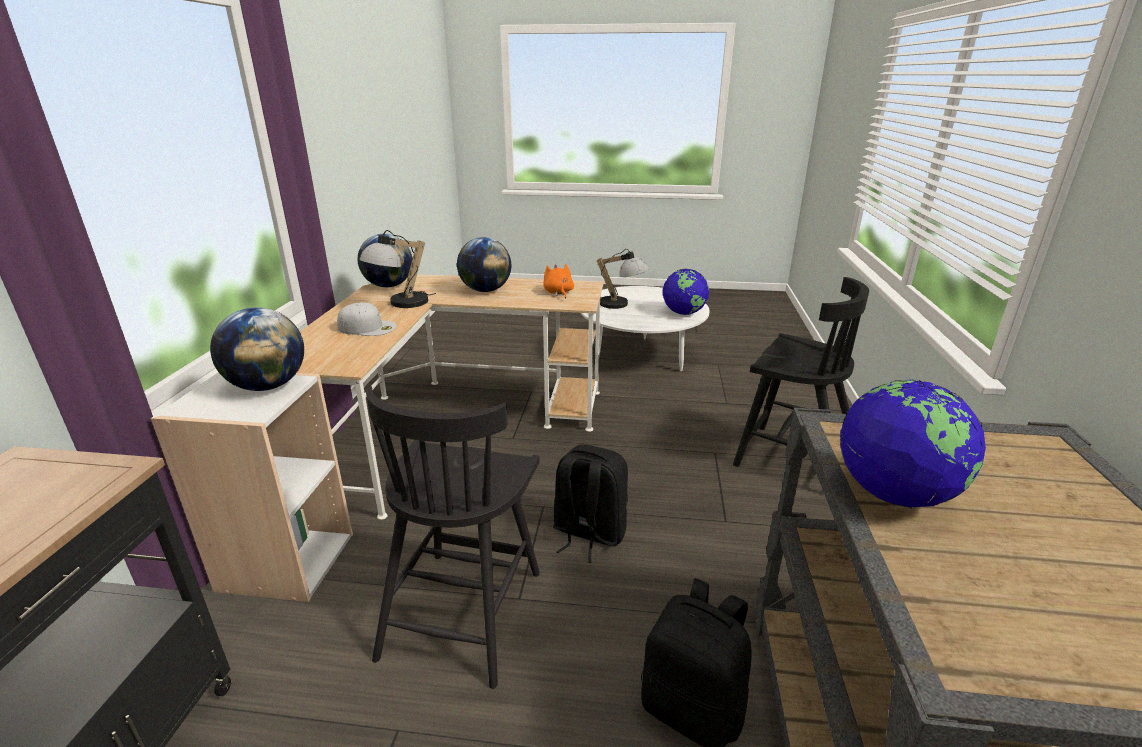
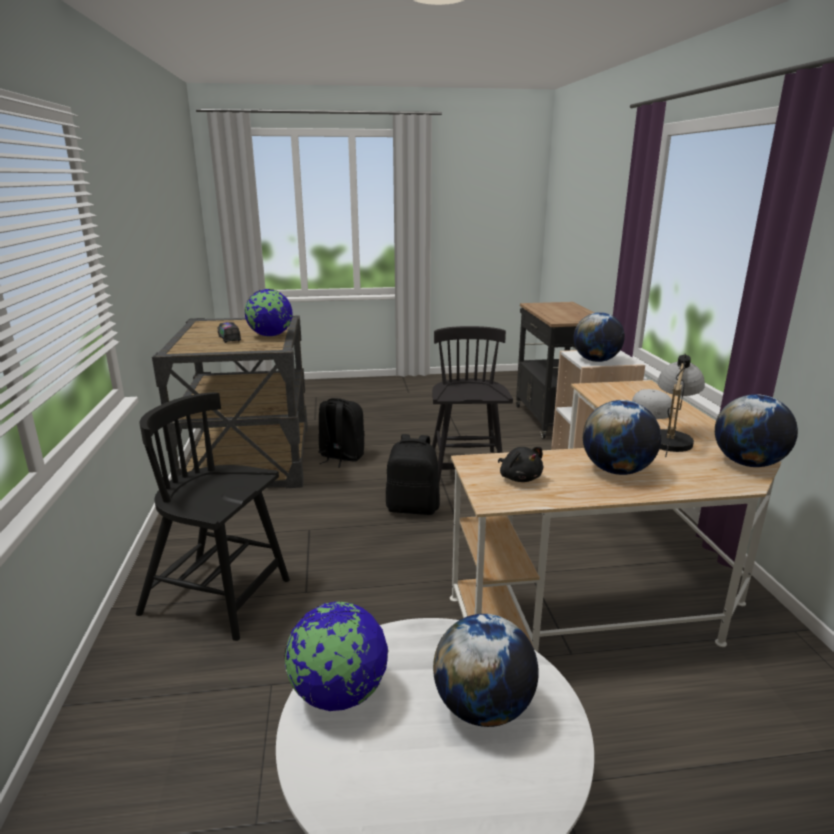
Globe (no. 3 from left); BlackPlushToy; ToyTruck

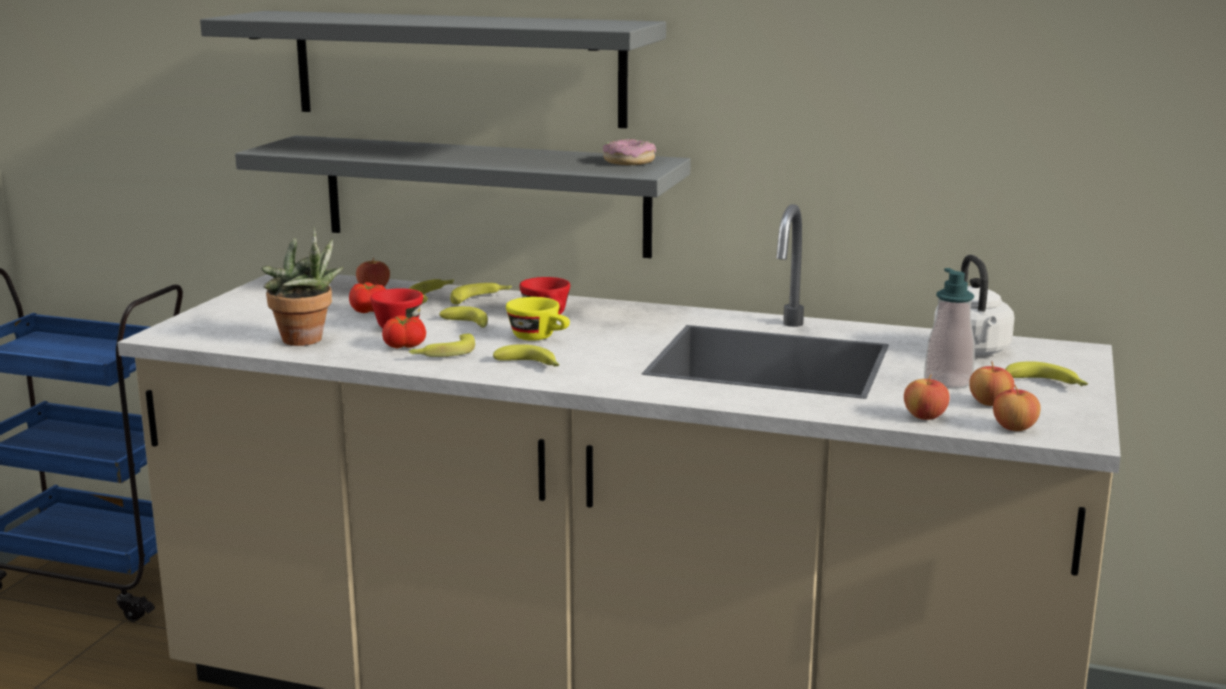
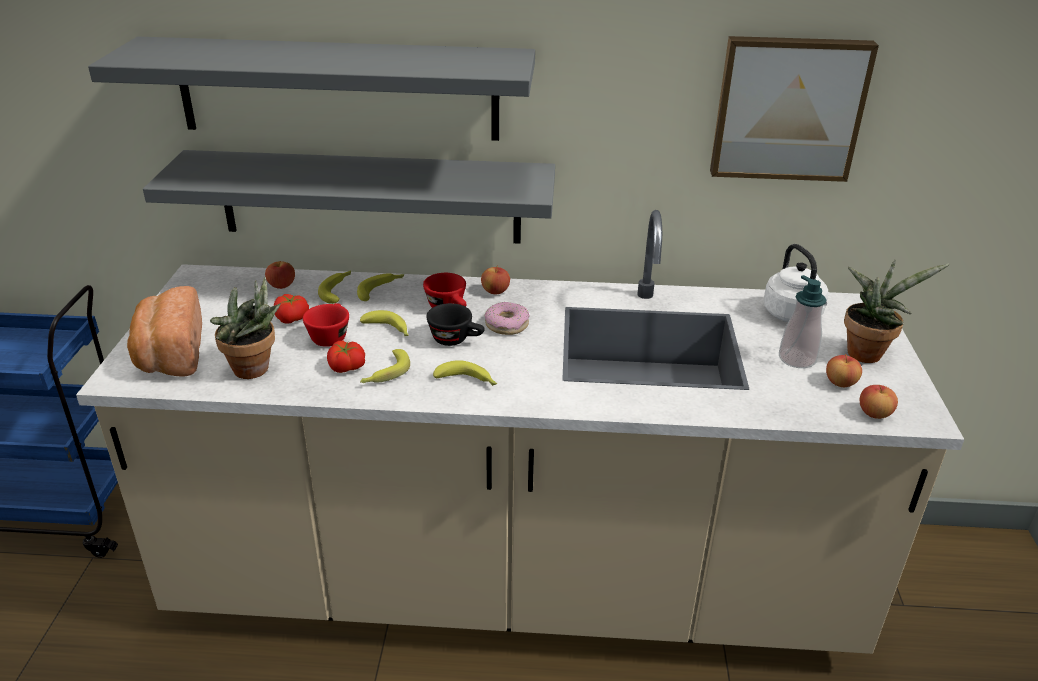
Donut; BlackCup; PottedPlant (no. 2 from left); Apple (no. 2 from left); Picture; Bread

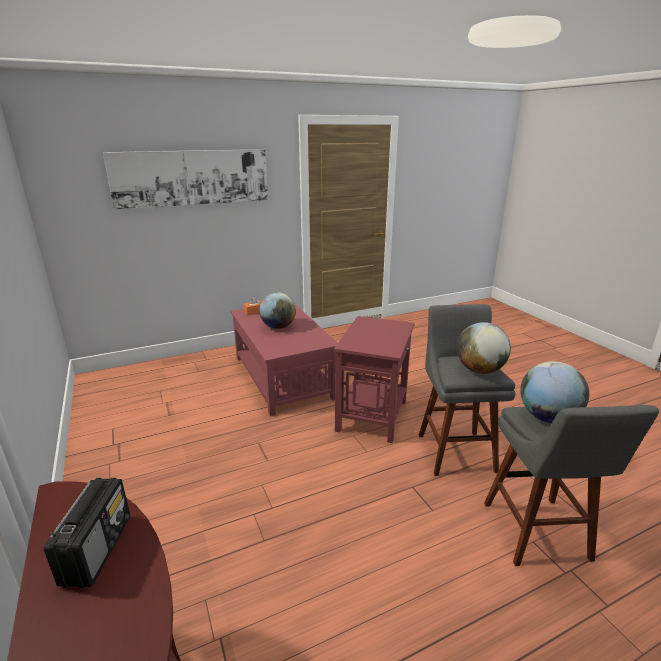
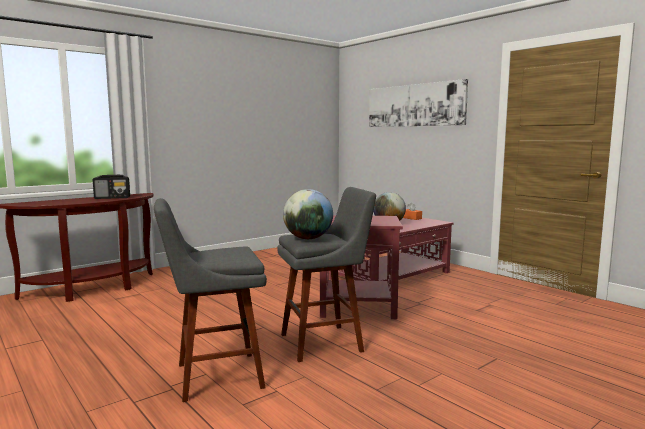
Globe (no. 3 from left in the first image)

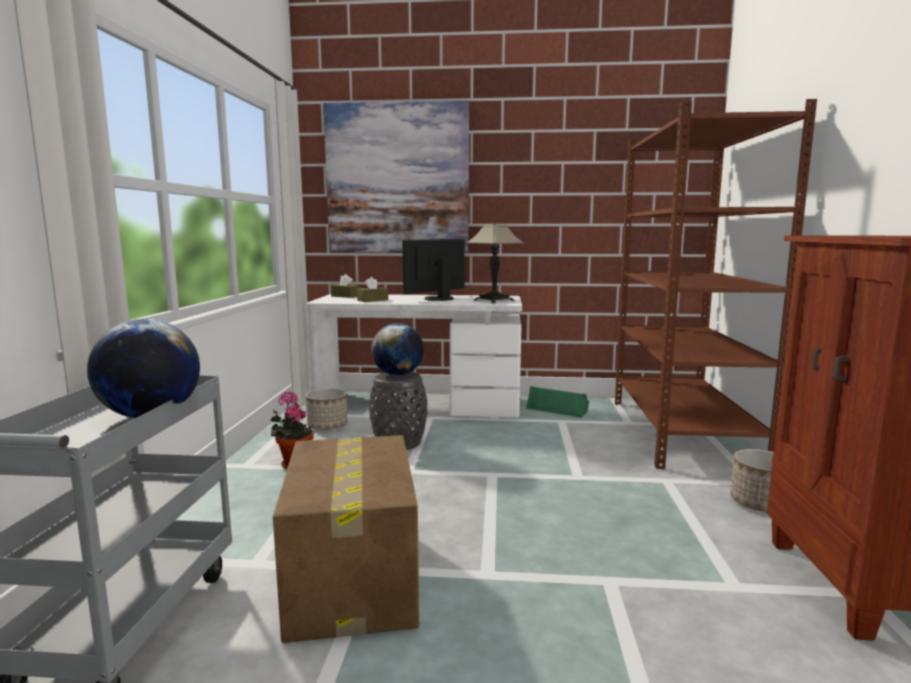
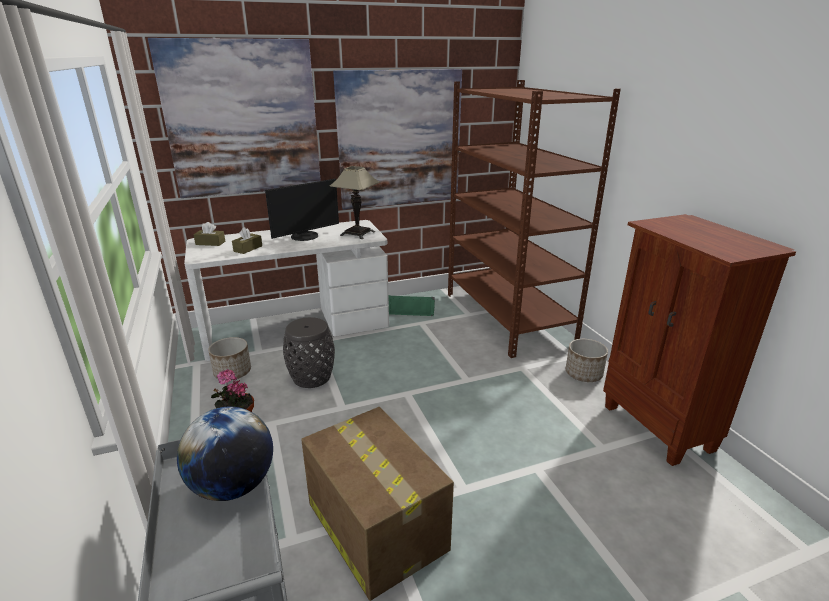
Monitor; Globe (no. 2 from left in the first image); Picture (no. 2 from left)

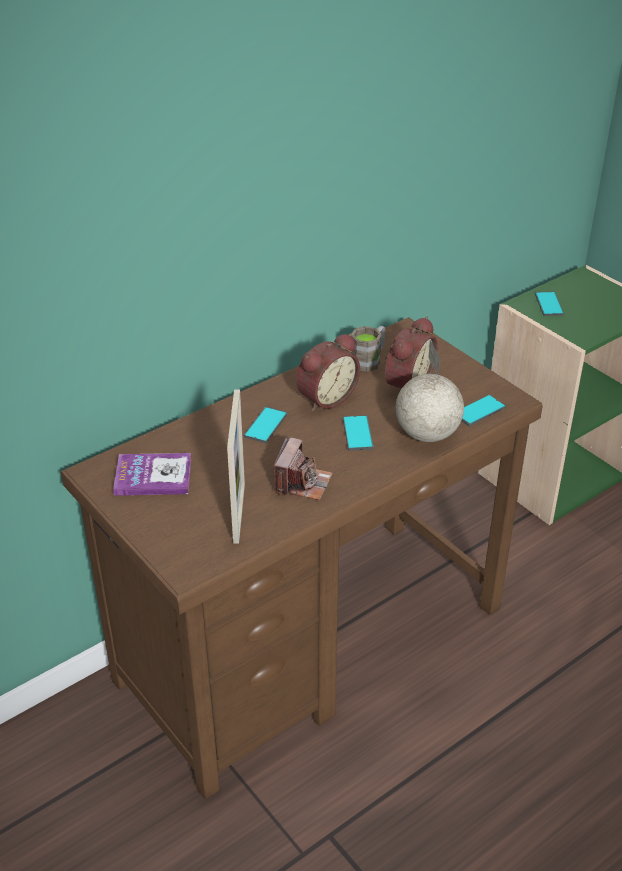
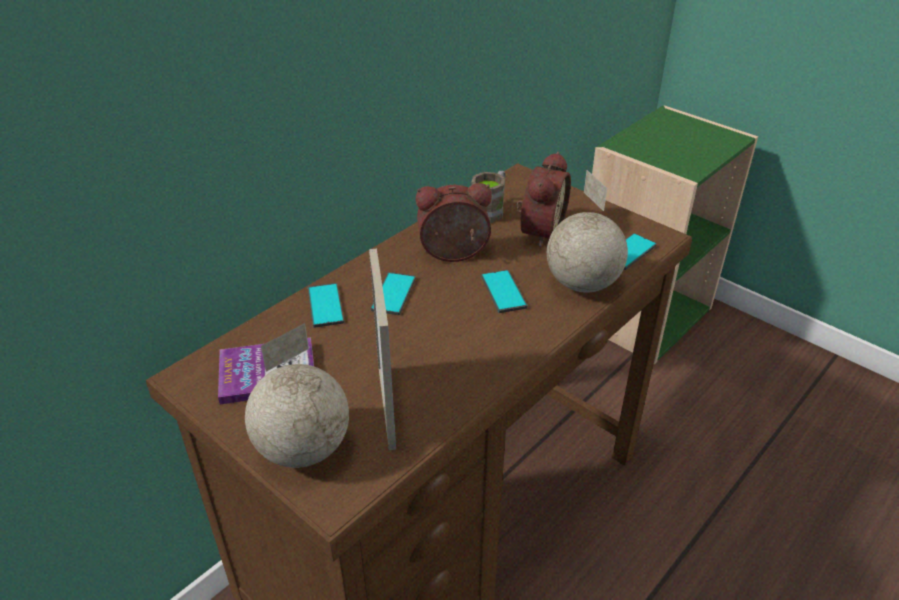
Phone (no. 1 from left); AlarmClock (no. 1 from left); PhotoCamera; Globe (no. 1 from left)

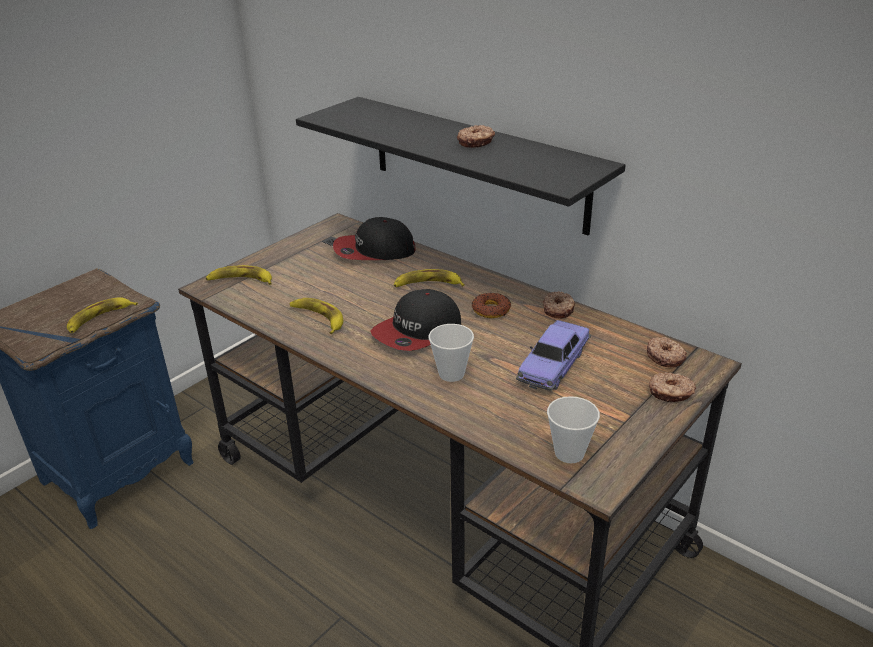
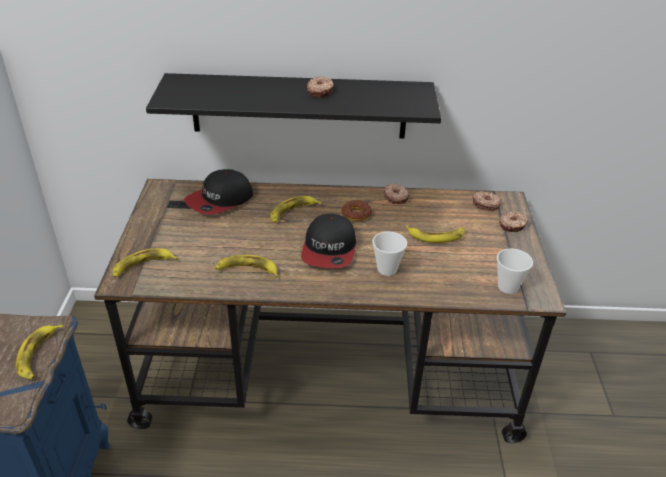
Banana (no. 5 from left)

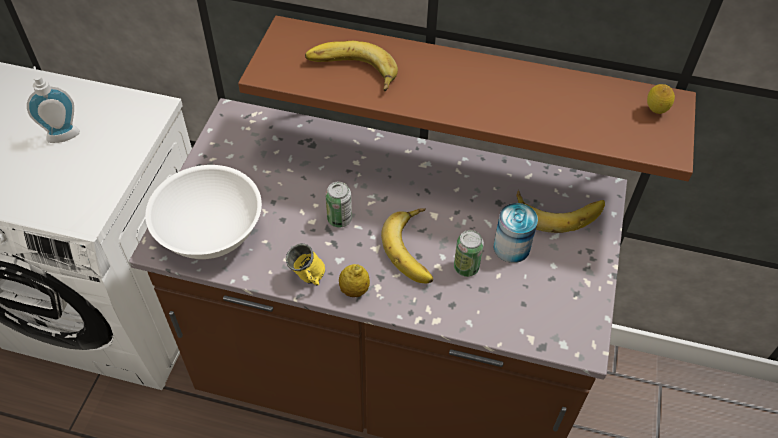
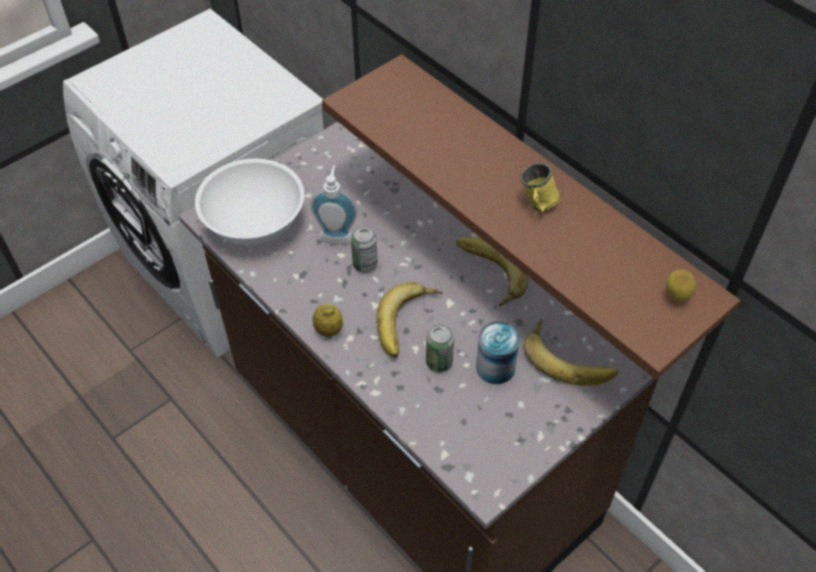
Banana (no. 2 from left); SoapDispenser; YellowMug

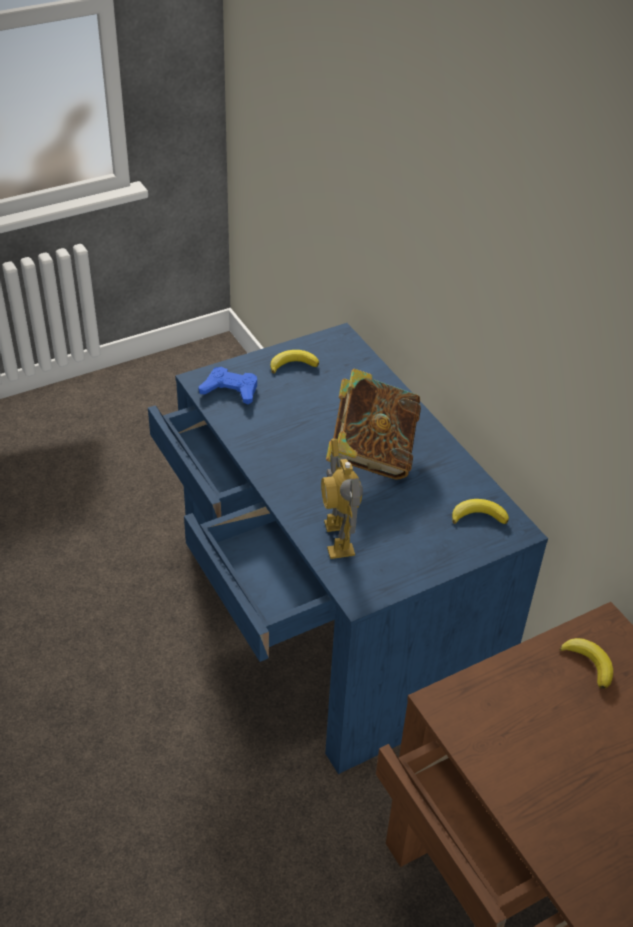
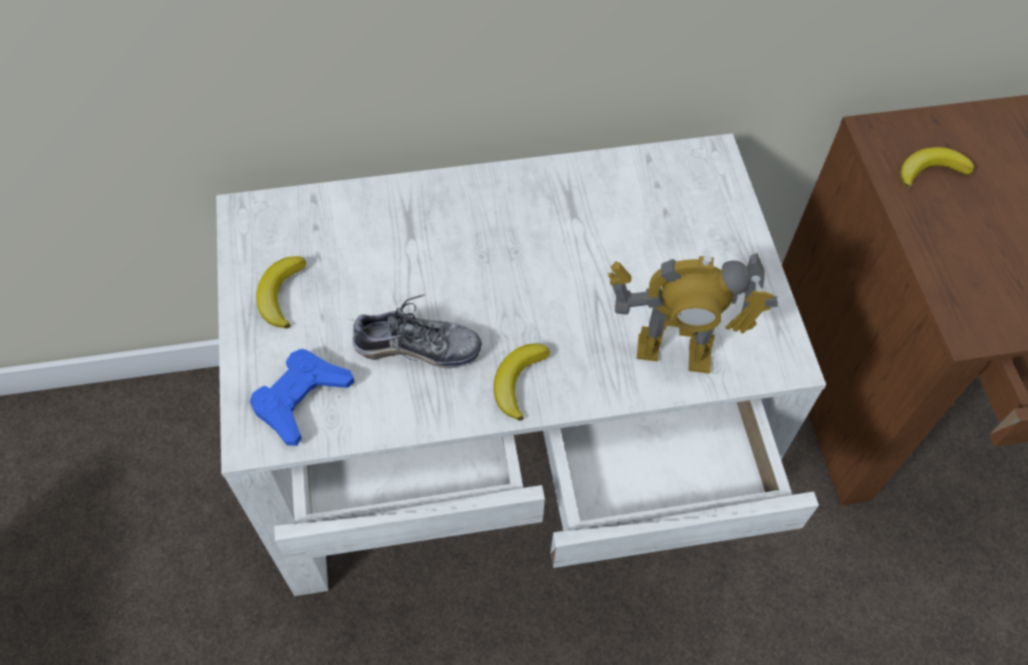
WhiteDesk; Book; Banana (no. 2 from left); Shoe

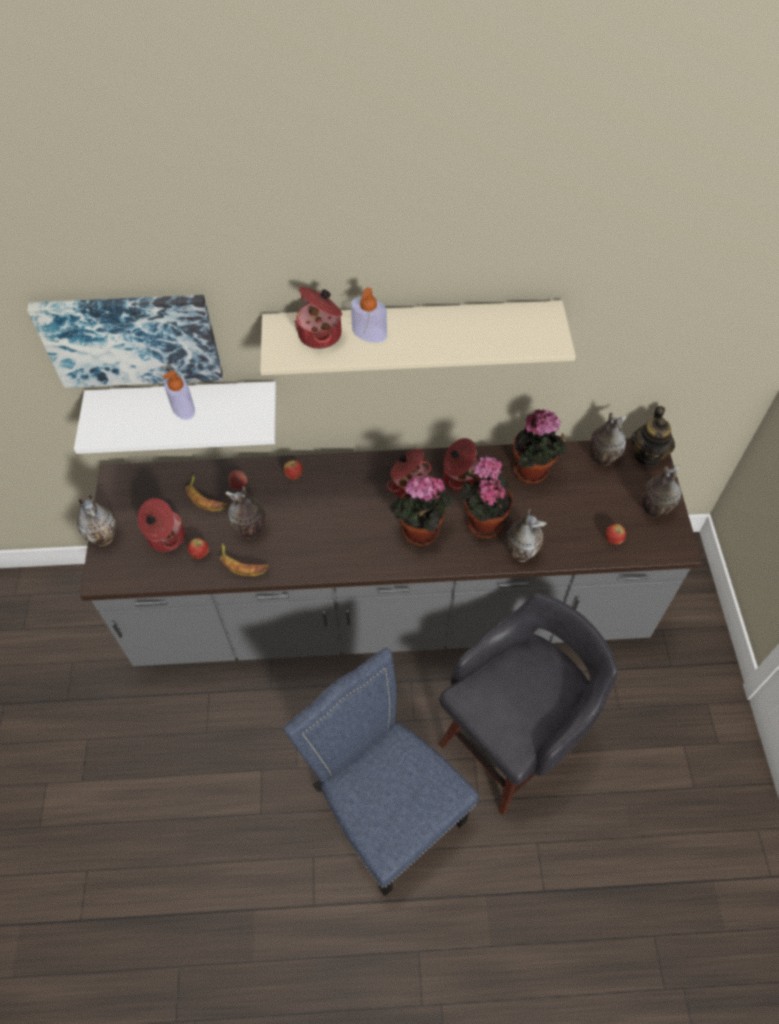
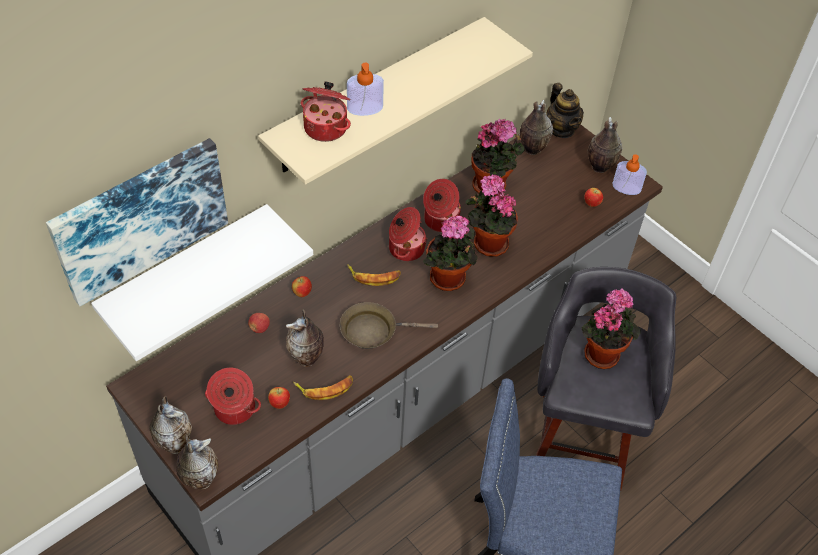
SoapDispenser (no. 2 from left); Banana (no. 2 from left); Vase (no. 2 from left); PottedPlant (no. 4 from left); BrownFryingPan

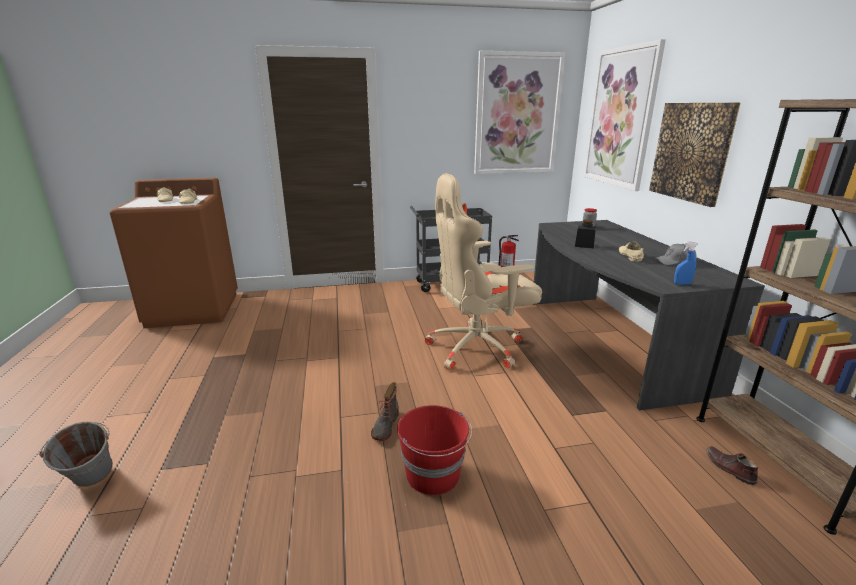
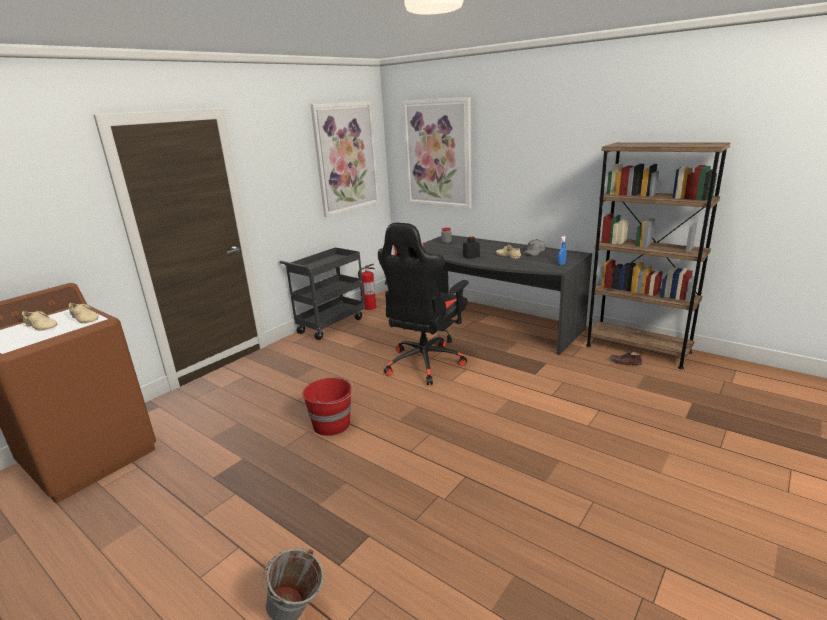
Picture (no. 3 from left in the first image); BlackOfficeChair; Boot; RedBucket

